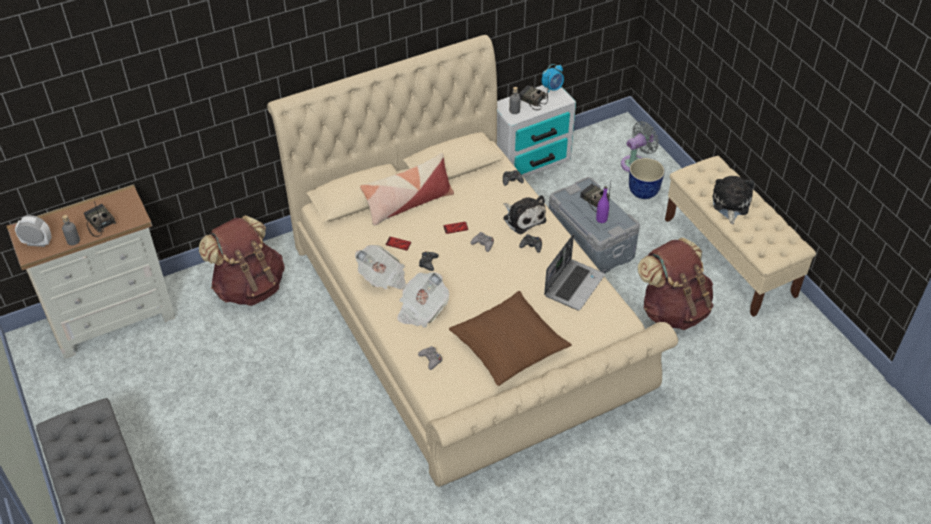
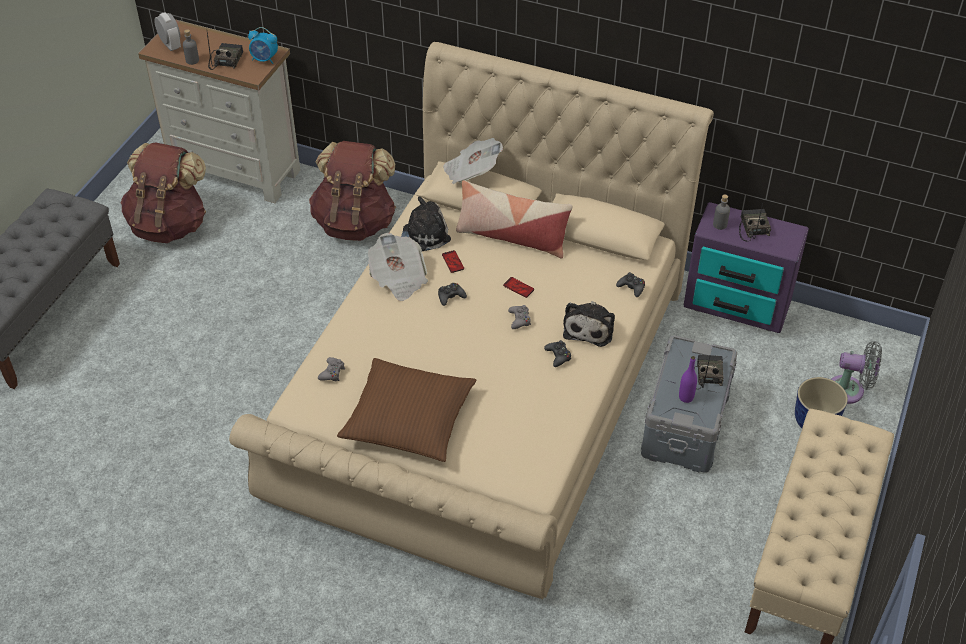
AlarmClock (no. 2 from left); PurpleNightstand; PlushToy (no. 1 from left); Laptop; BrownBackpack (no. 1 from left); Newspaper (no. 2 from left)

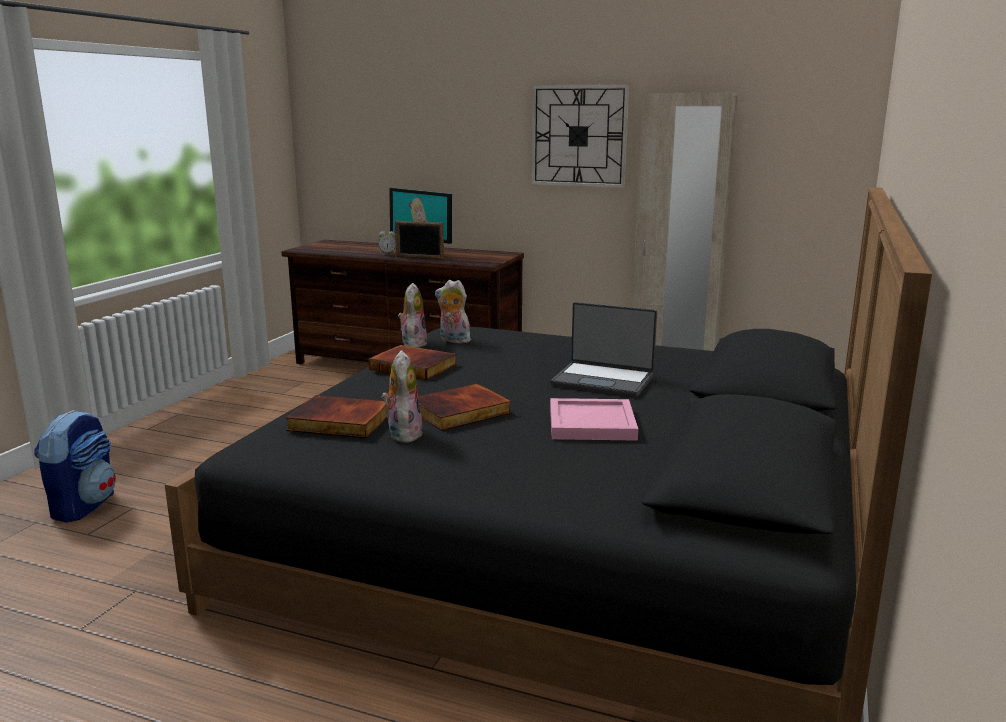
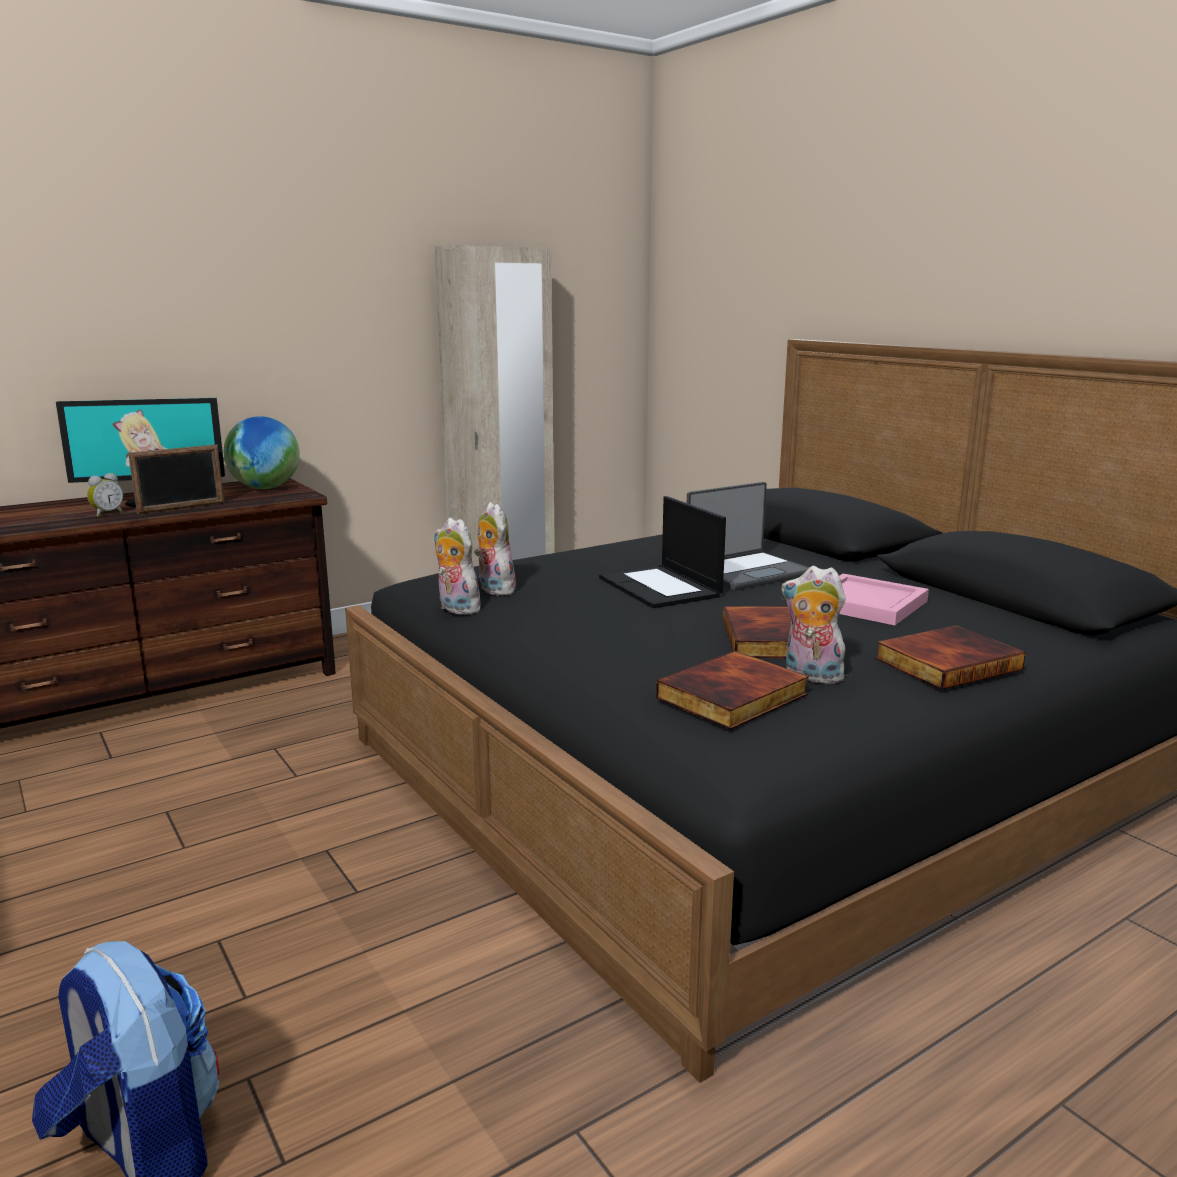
WallClock; PlushToy (no. 2 from left); Book (no. 3 from left); Globe; Laptop (no. 1 from left)

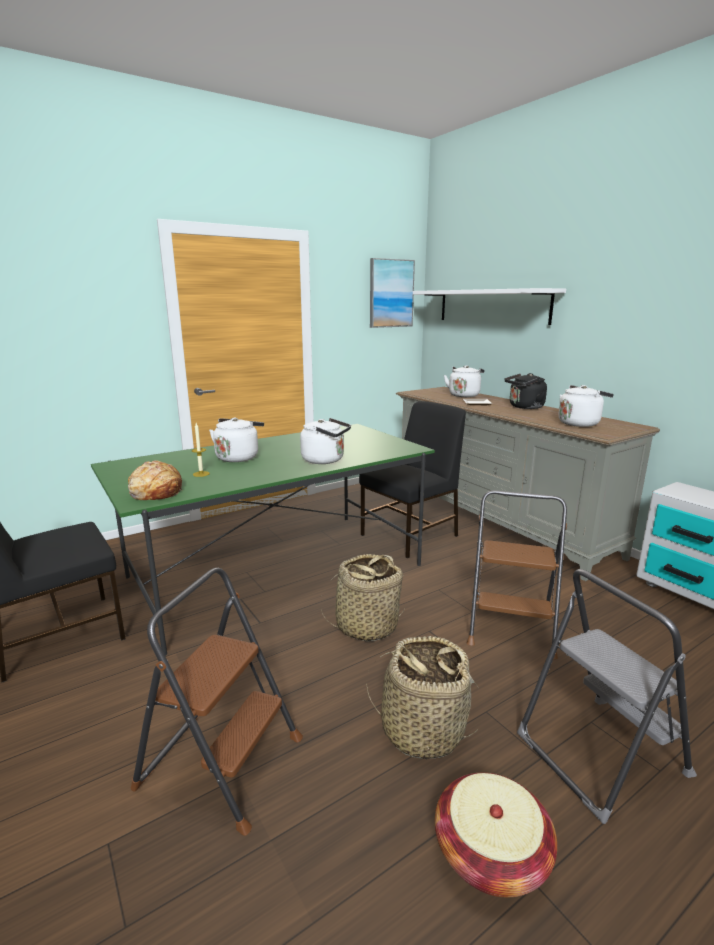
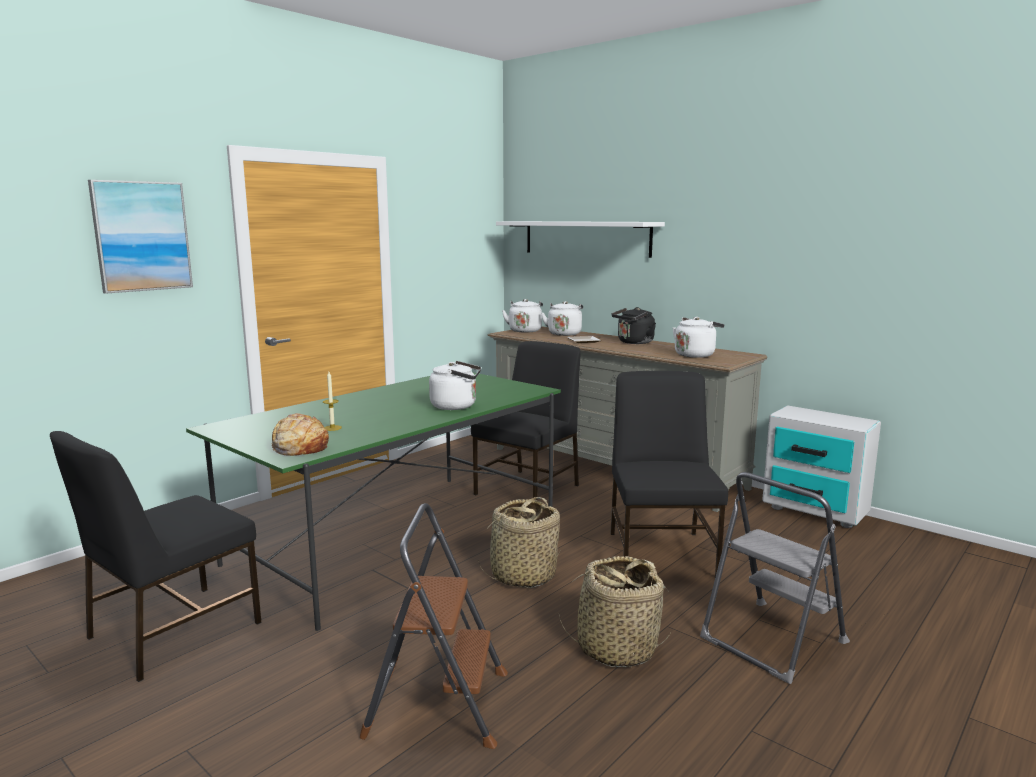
Picture; WhiteKettle (no. 2 from left); BlackChair (no. 3 from left); Basket (no. 3 from left in the first image)

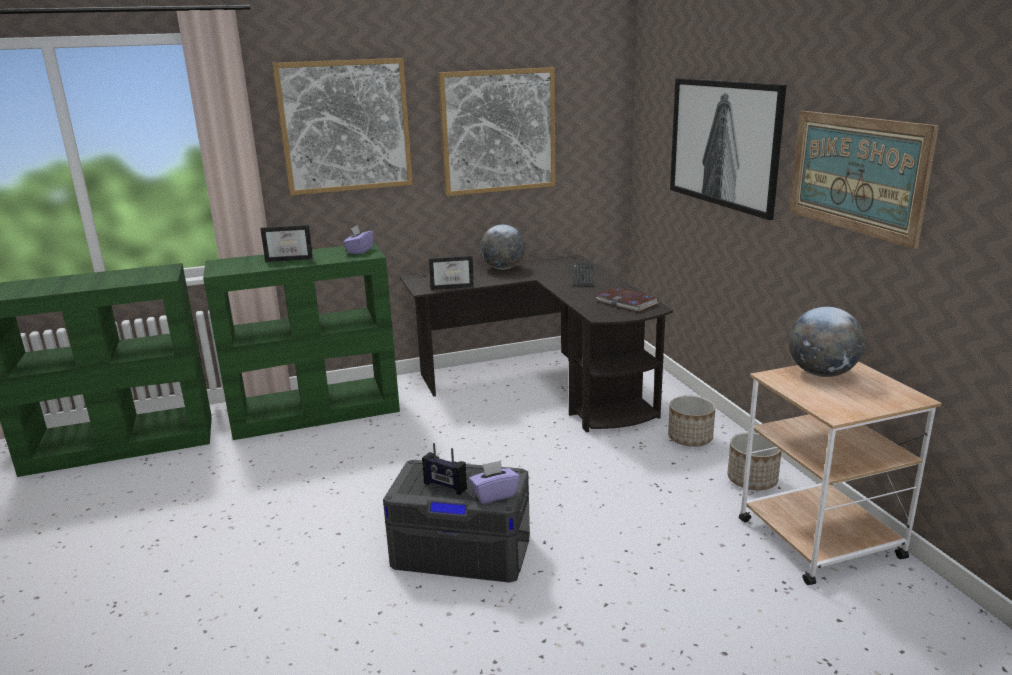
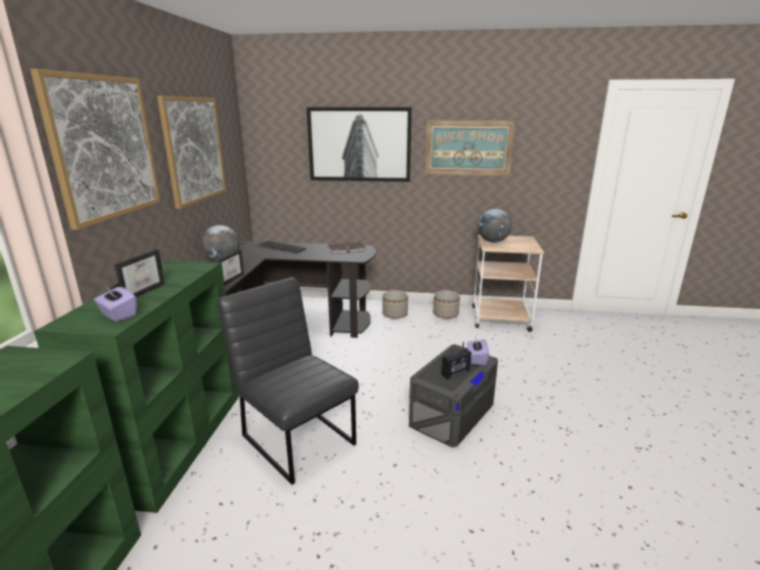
PurpleTissueBox (no. 1 from left); GreyChair

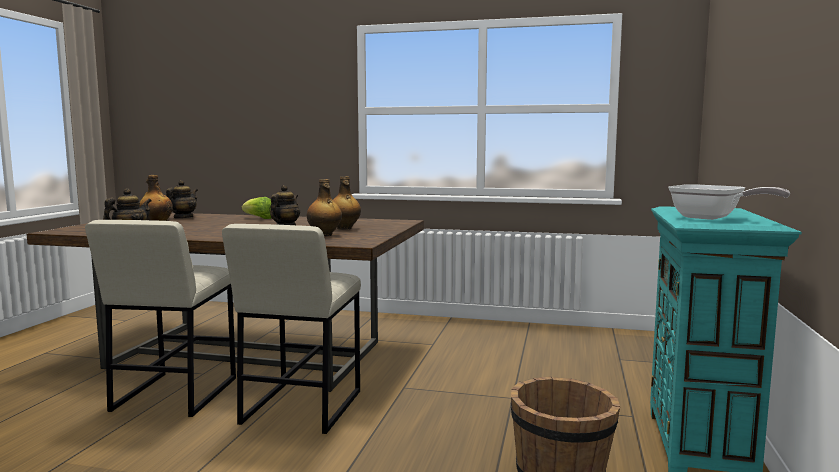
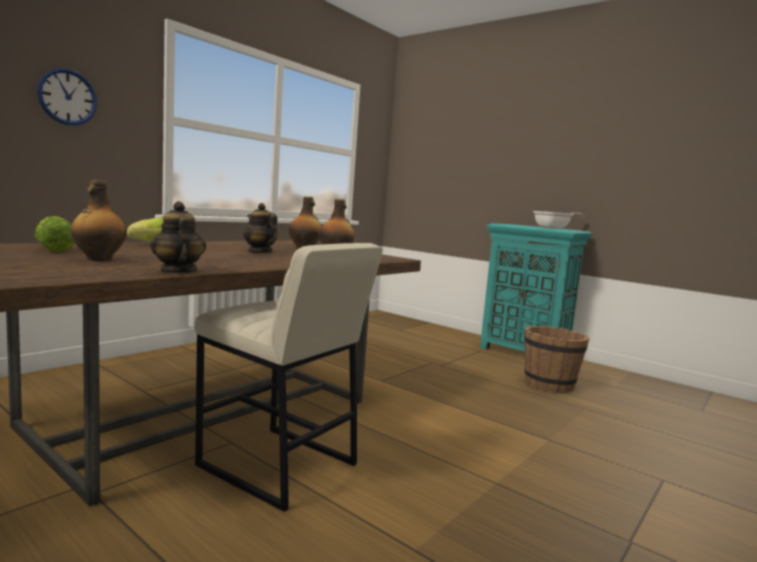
Lettuce (no. 1 from left); BeigeChair (no. 2 from left in the first image); WallClock

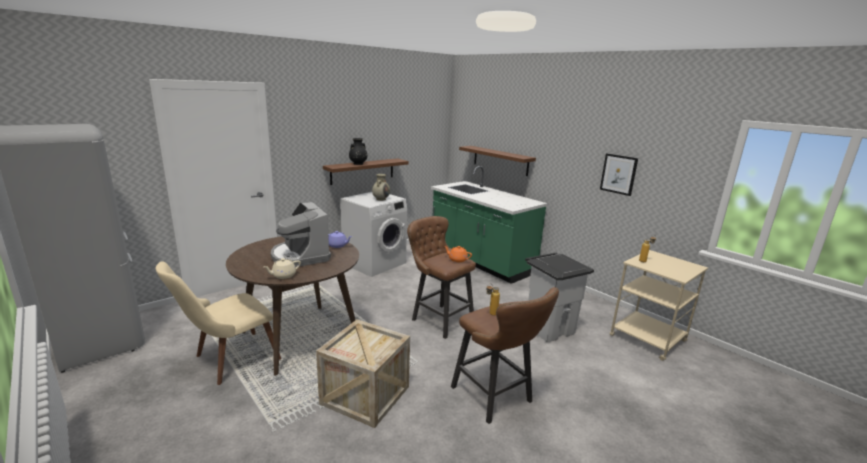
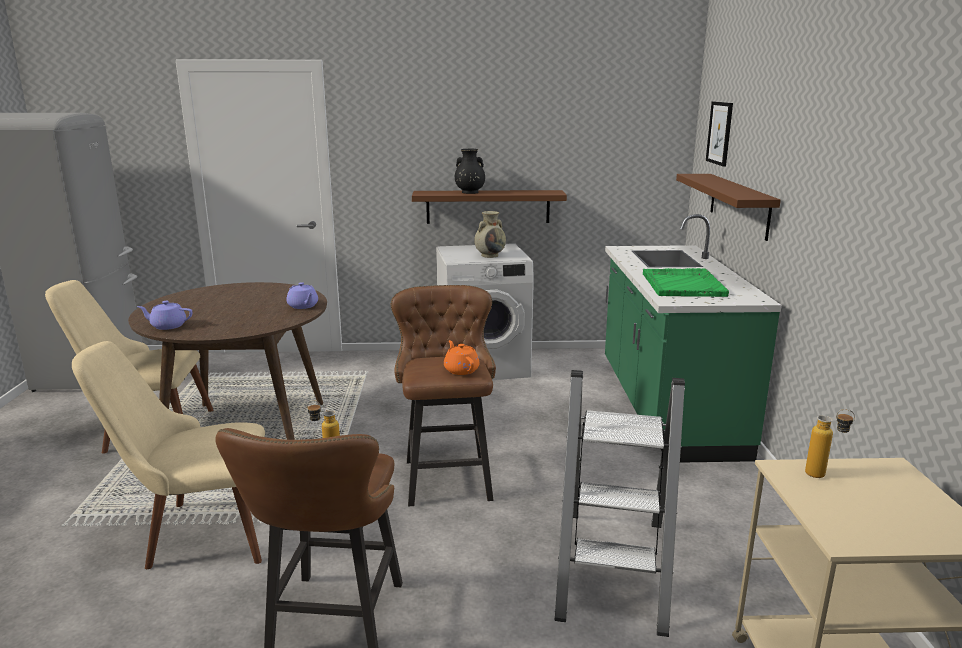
Picture; CoffeeMachine; GreyStepLadder; PurpleTeapot (no. 1 from left); BeigeChair (no. 2 from left); GreenTray

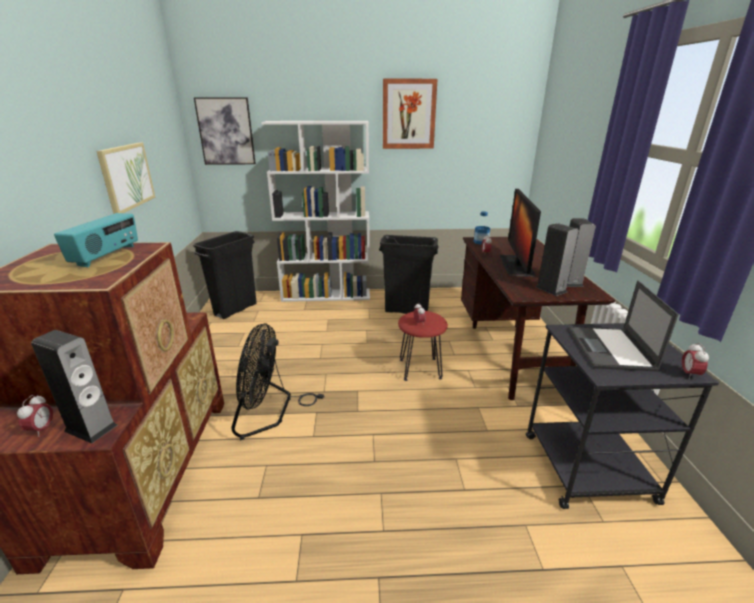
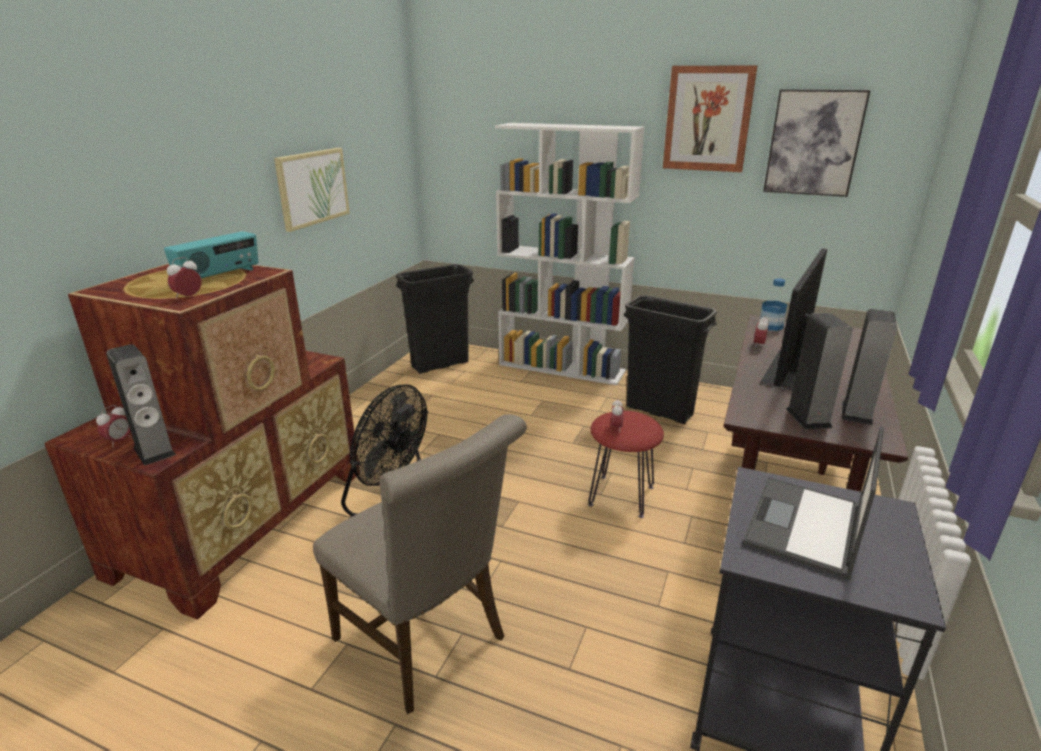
Picture (no. 3 from left); AlarmClock (no. 2 from left); BeigeChair

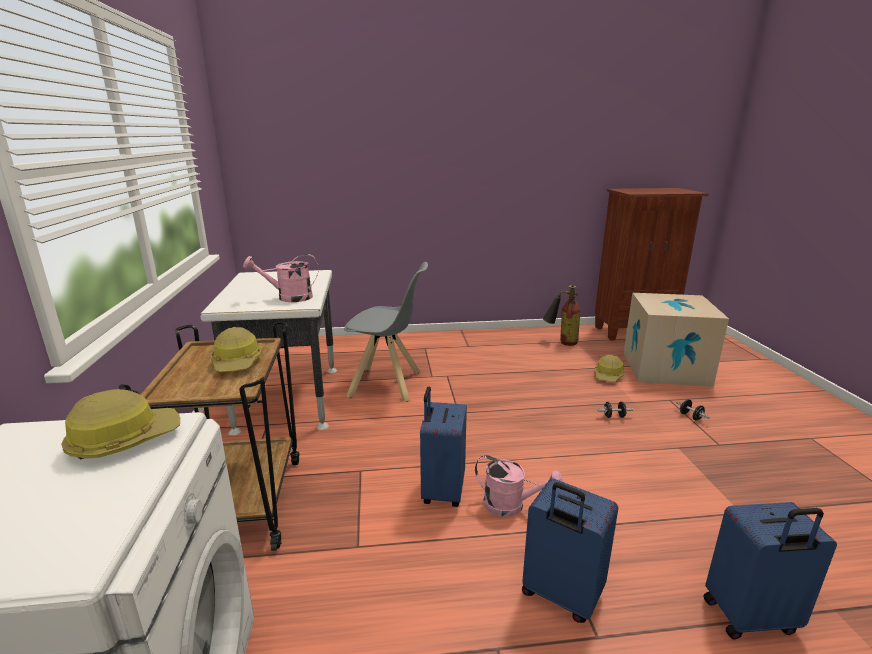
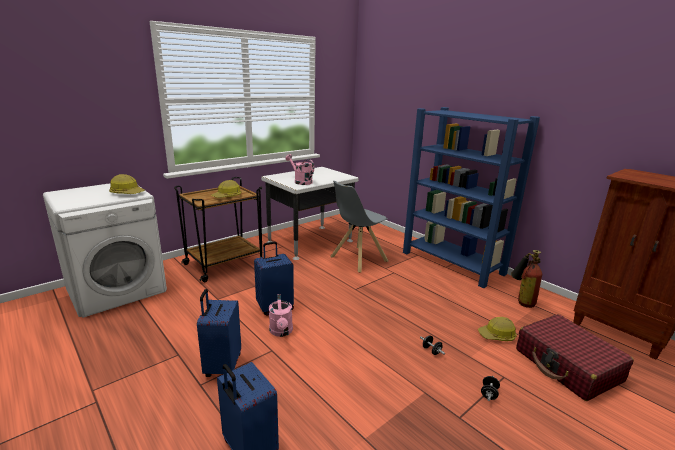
GreyChair; RedSuitcase; BlueBookcase

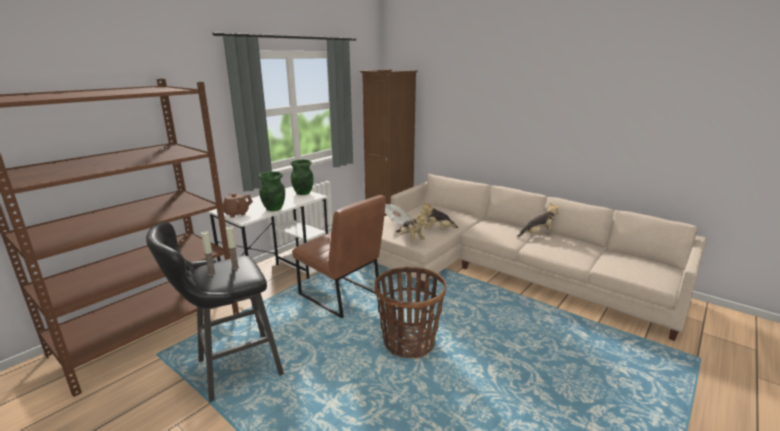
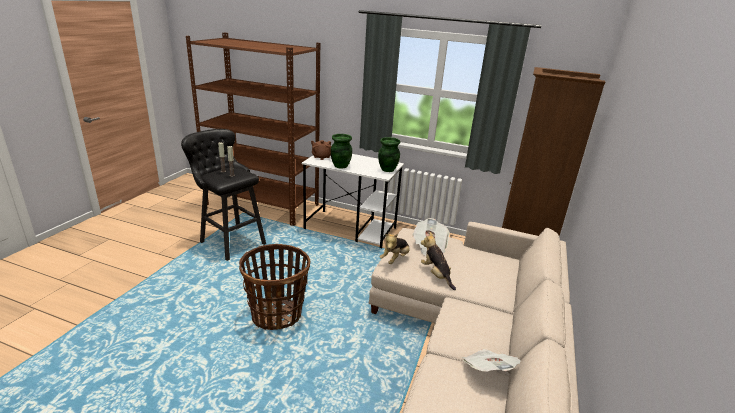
BrownChair; Newspaper (no. 2 from left)

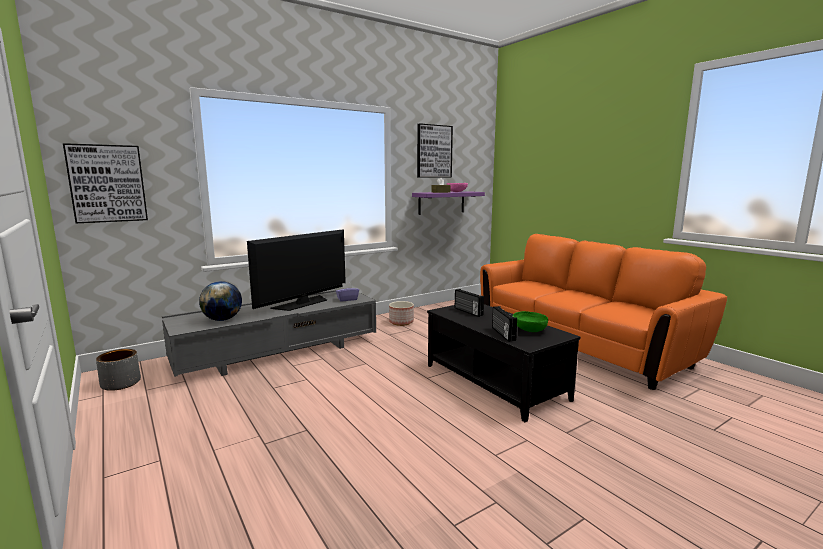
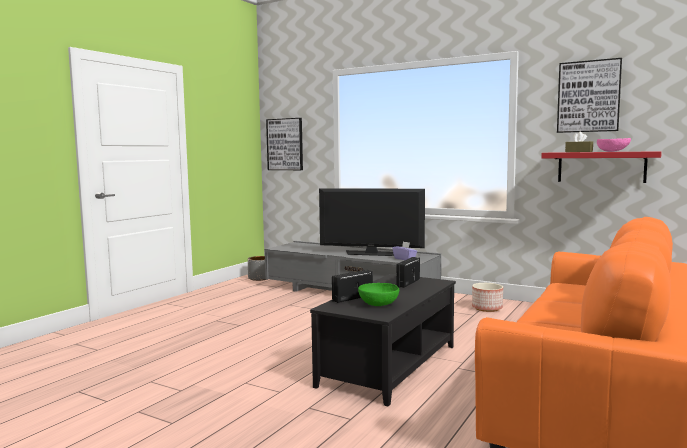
RedShelf; Globe

